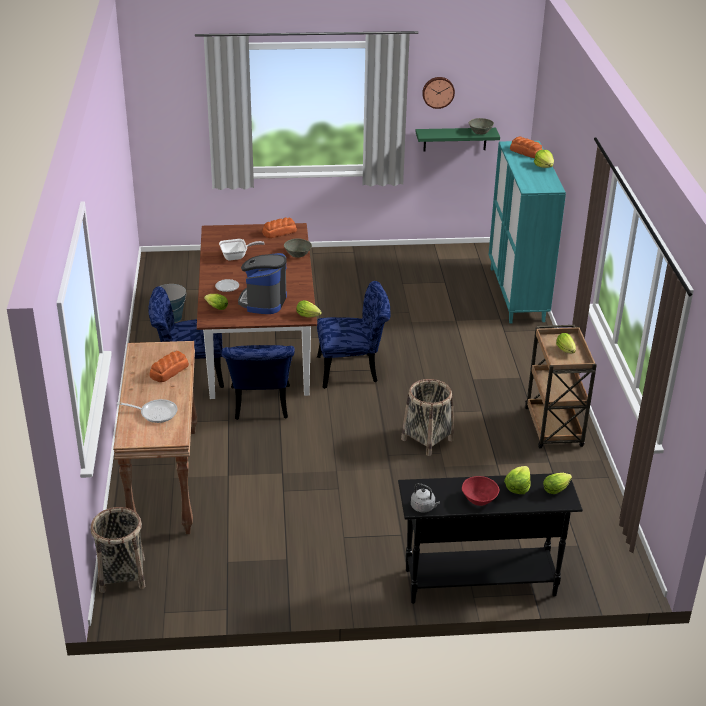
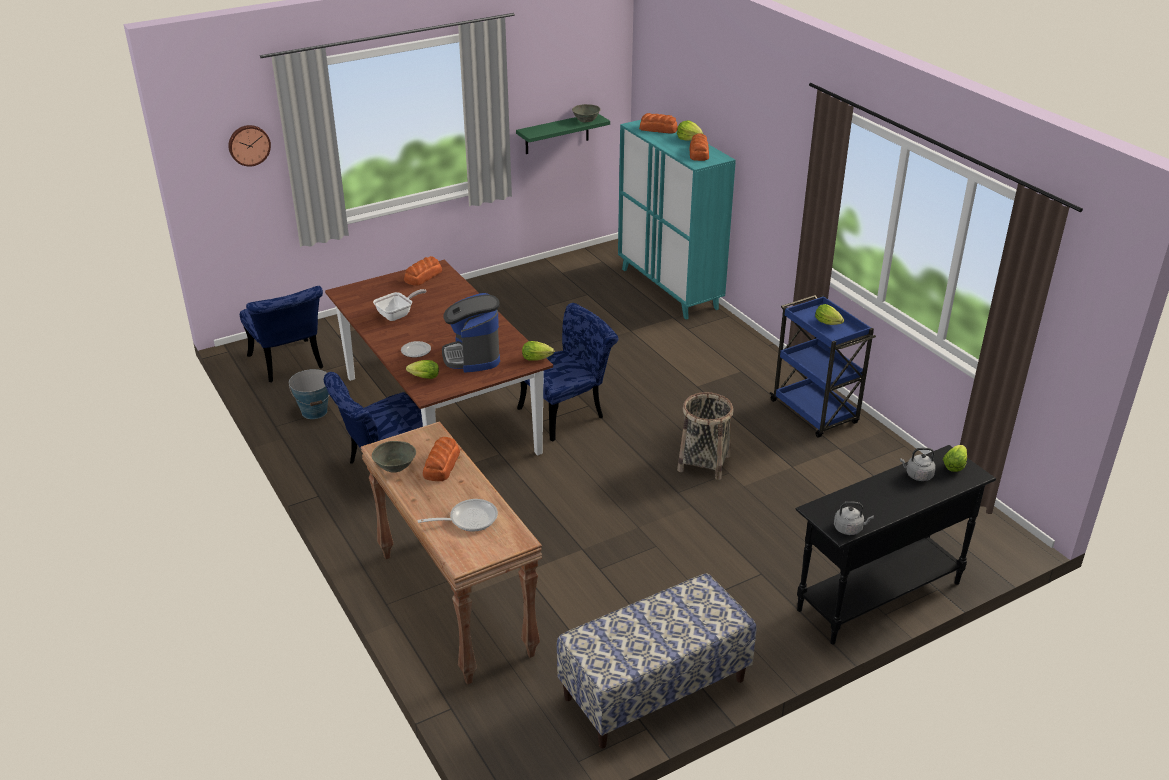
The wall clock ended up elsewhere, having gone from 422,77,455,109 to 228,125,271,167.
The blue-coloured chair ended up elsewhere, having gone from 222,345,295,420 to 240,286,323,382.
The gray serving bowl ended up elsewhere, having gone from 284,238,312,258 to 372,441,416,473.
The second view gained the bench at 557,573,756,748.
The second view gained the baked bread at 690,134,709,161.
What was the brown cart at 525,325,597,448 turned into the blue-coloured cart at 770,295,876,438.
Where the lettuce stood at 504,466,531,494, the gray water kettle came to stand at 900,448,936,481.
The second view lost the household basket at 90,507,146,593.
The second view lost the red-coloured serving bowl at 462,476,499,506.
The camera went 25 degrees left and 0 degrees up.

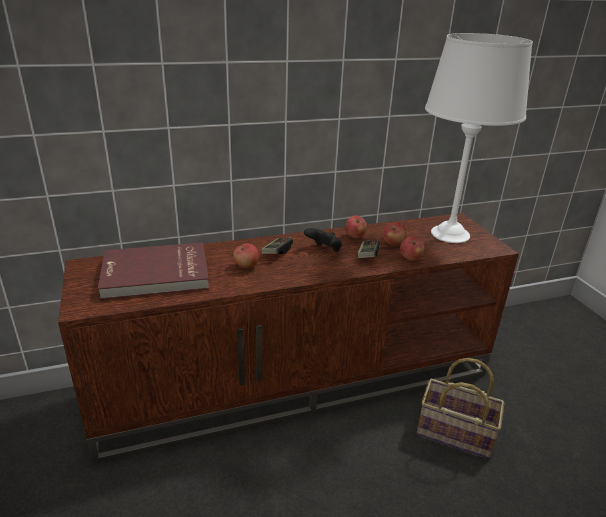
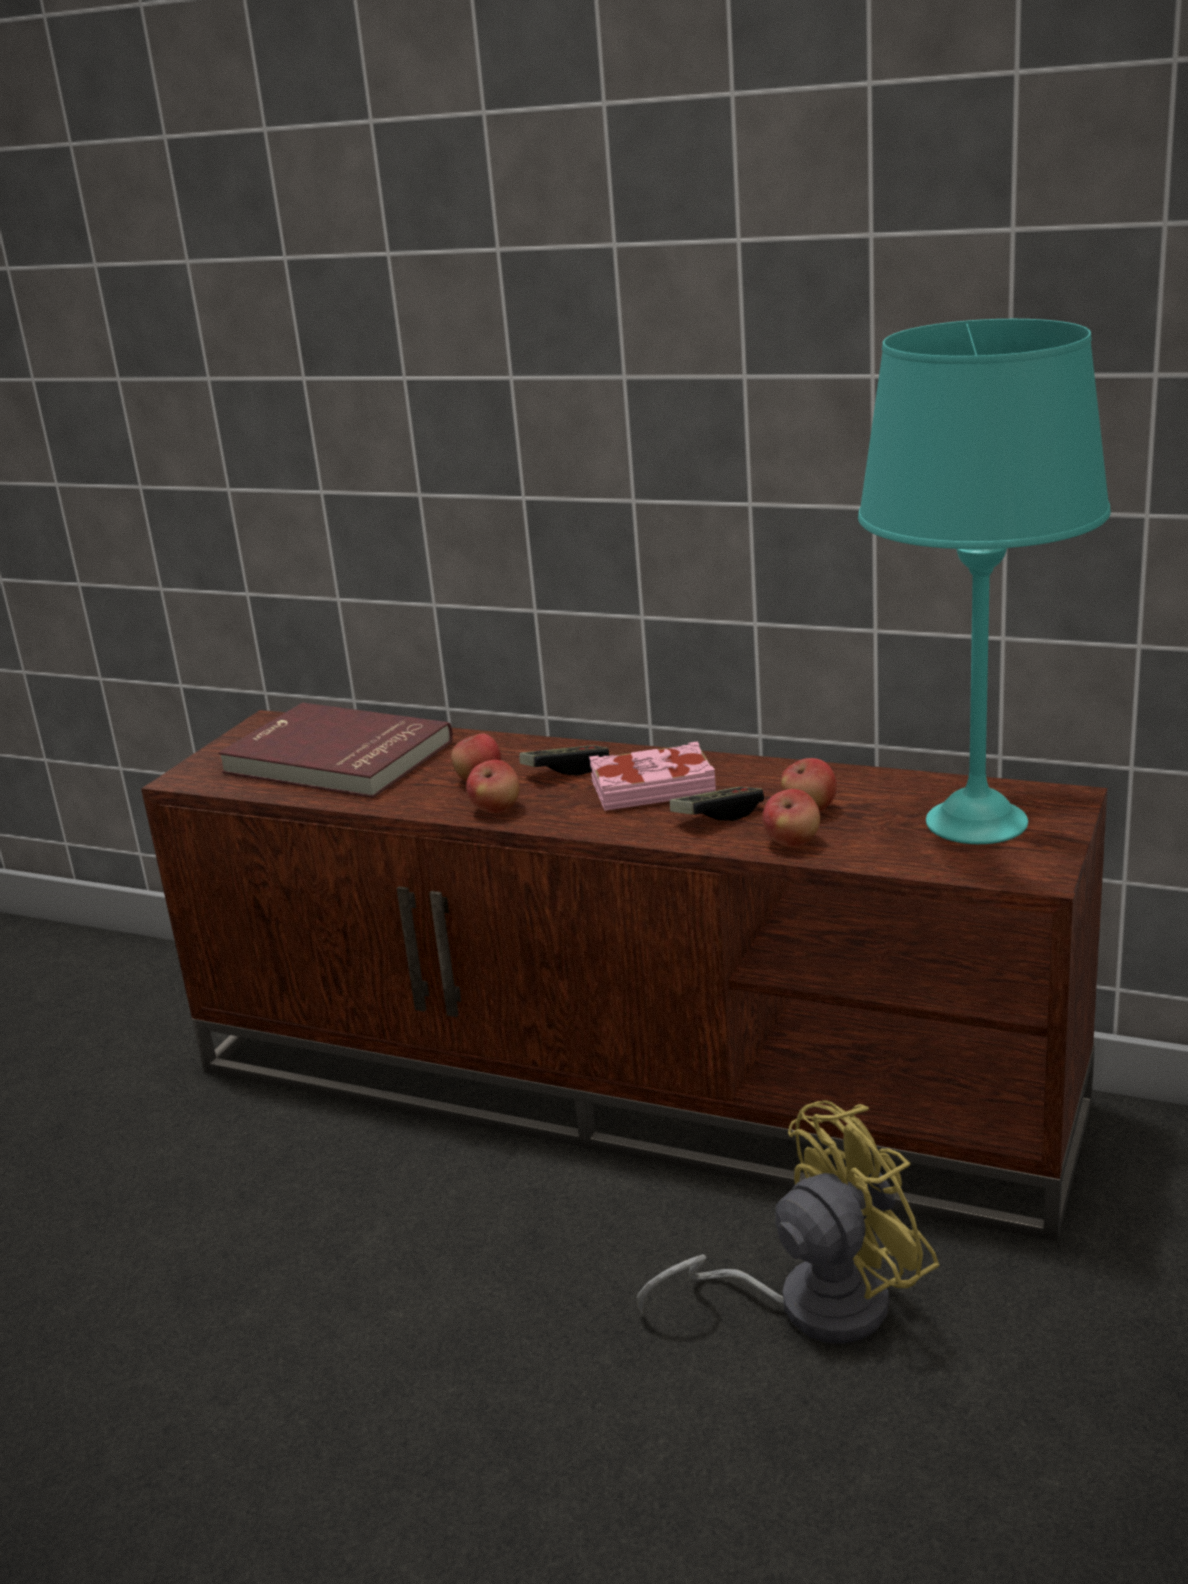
The apple ended up elsewhere, having gone from 345,216,367,238 to 466,760,520,813.
Where the blackish joypad stood at 304,228,342,252, the pinkish book came to stand at 589,741,716,811.
Where the household basket stood at 417,358,504,459, the yellowish electric fan came to stand at 637,1100,940,1344.
What was the white-coloured lamp for a table at 425,33,533,243 turned into the turquoise lamp for a table at 858,319,1111,844.
The camera went 45 degrees right and 5 degrees down.

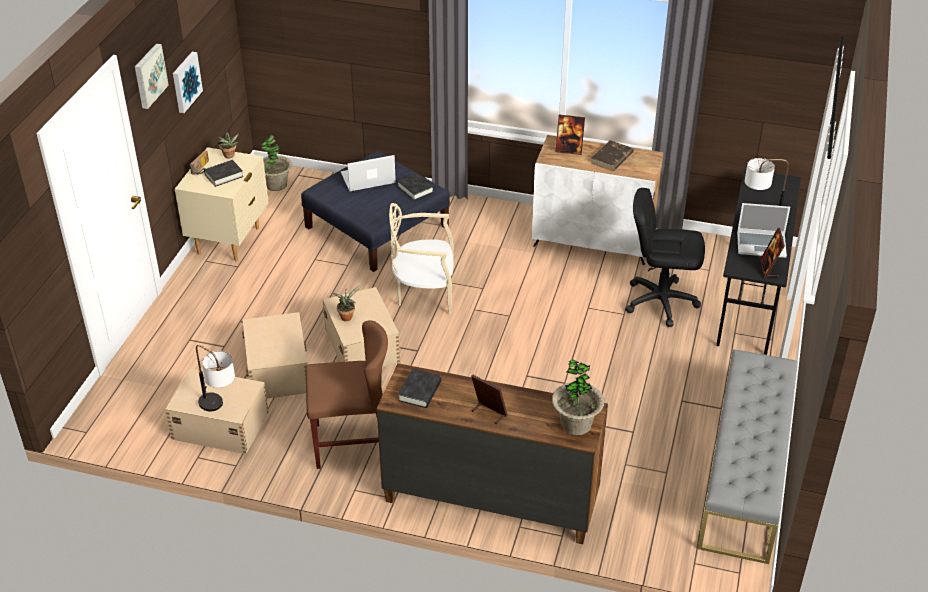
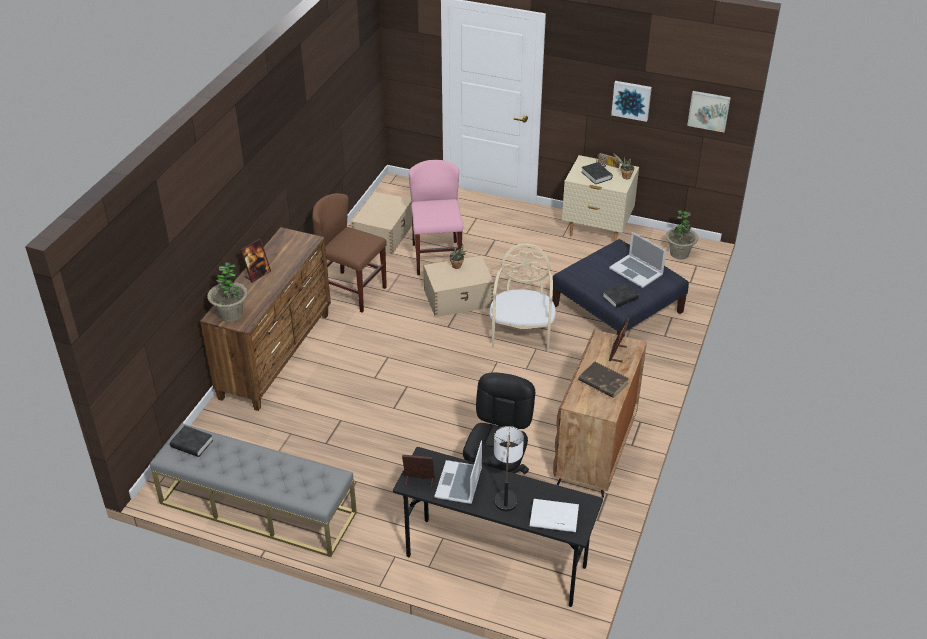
The blackish book ended up elsewhere, having gone from 398,369,441,408 to 170,426,213,457.
The brown chair at 306,320,388,469 ended up facing another way, 120 degrees clockwise from before.
Where the sand-coloured storage container stood at 242,312,307,399, the pinkish chair came to stand at 409,160,463,275.
The second view gained the white-coloured book at 530,499,579,532.
What was the white-coloured cupboard at 532,135,663,265 turned into the brown cupboard at 553,329,647,498.
The portable computer at 341,155,396,192 ended up facing another way, 150 degrees clockwise from before.
The wall art ended up elsewhere, having gone from 135,44,169,109 to 687,91,731,132.
The second view lost the lamp for a table at 196,345,235,411.
The camera went 95 degrees right and 0 degrees up.

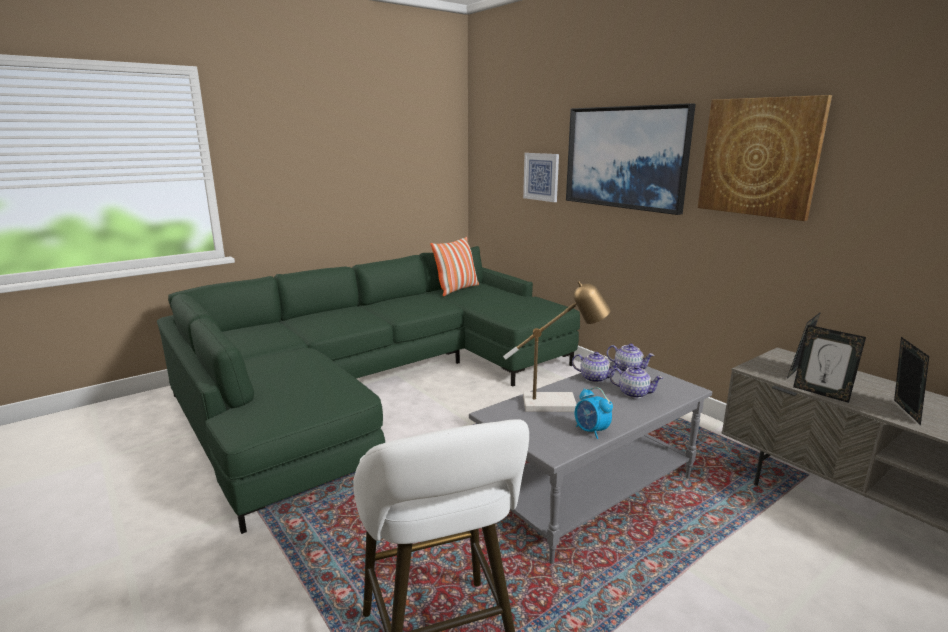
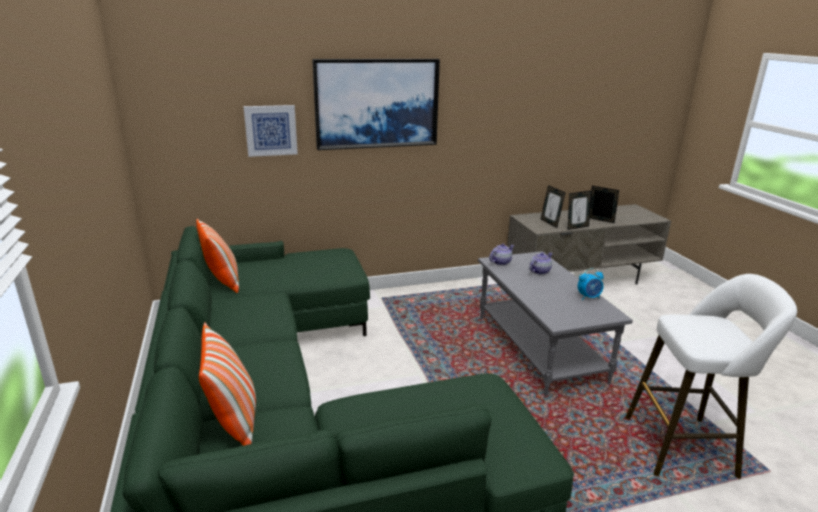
The second view gained the throw pillow at 199,323,256,446.
The second view lost the lamp for a table at 503,281,611,412.
The second view lost the pot for tea at 572,352,621,383.
The second view lost the wall art at 698,95,832,221.
The camera went 70 degrees left and 5 degrees up.

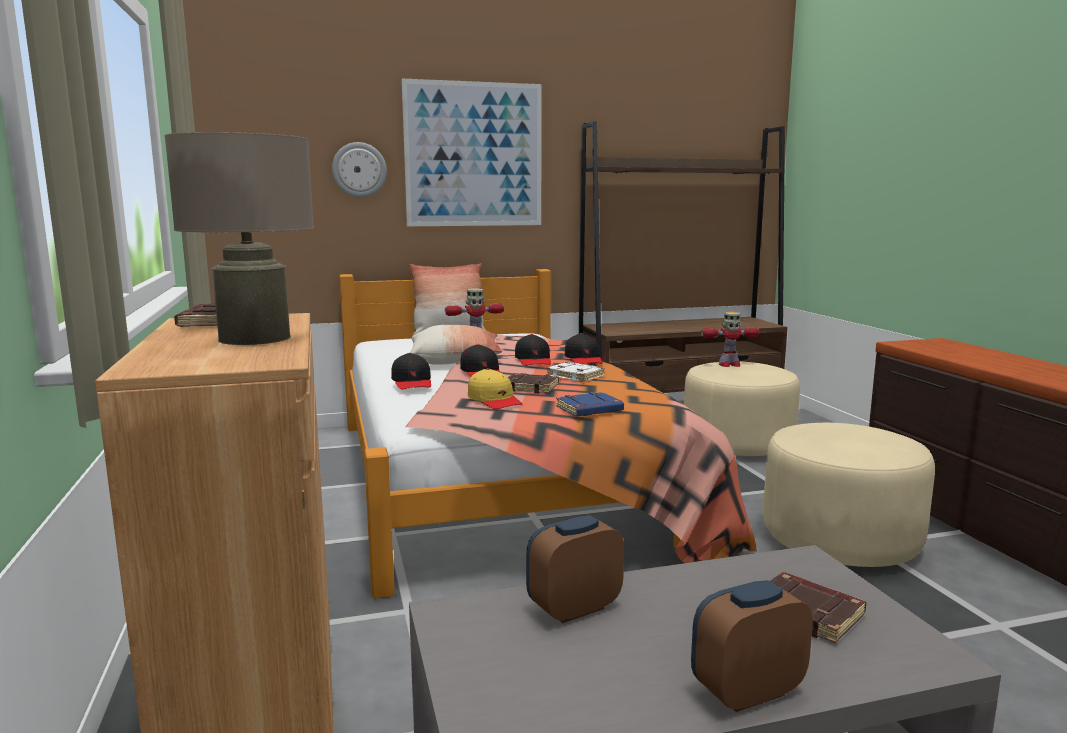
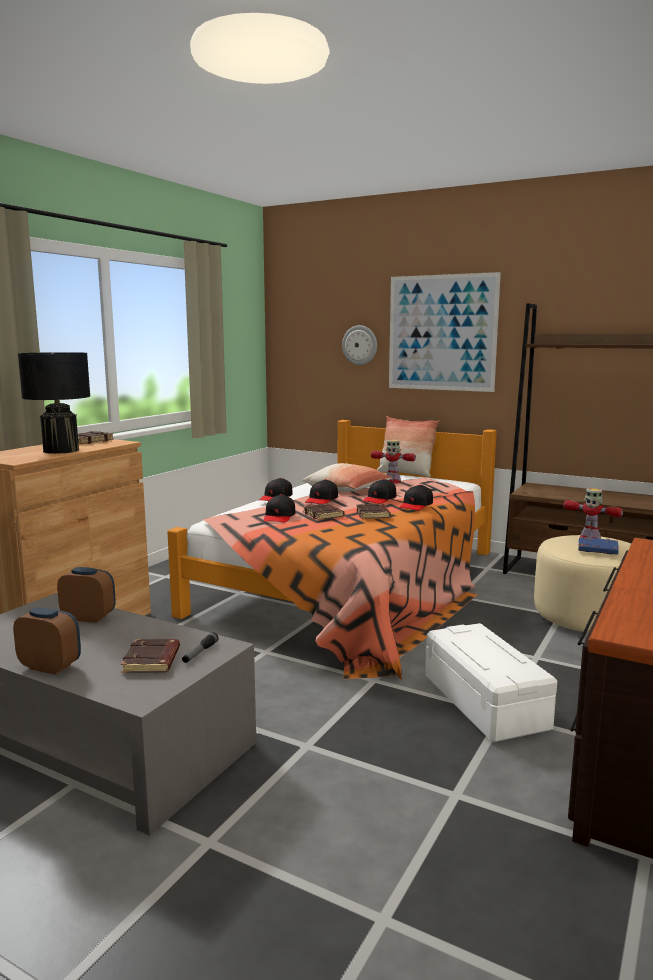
What was the sand-coloured lamp for a table at 164,132,314,345 turned into the blackish lamp for a table at 18,352,90,454.
The second view gained the hand torch at 182,632,218,663.
What was the yellowish baseball cap at 468,368,522,409 turned into the blackish baseball cap at 264,494,295,523.
What was the white-coloured book at 546,362,605,382 turned into the brown book at 356,504,391,519.
Where the sand-coloured footrest stood at 763,423,935,567, the white-coloured storage container came to stand at 425,623,557,742.
The blue-coloured book ended up elsewhere, having gone from 556,392,624,416 to 578,537,619,555.
The camera went 45 degrees right and 0 degrees up.

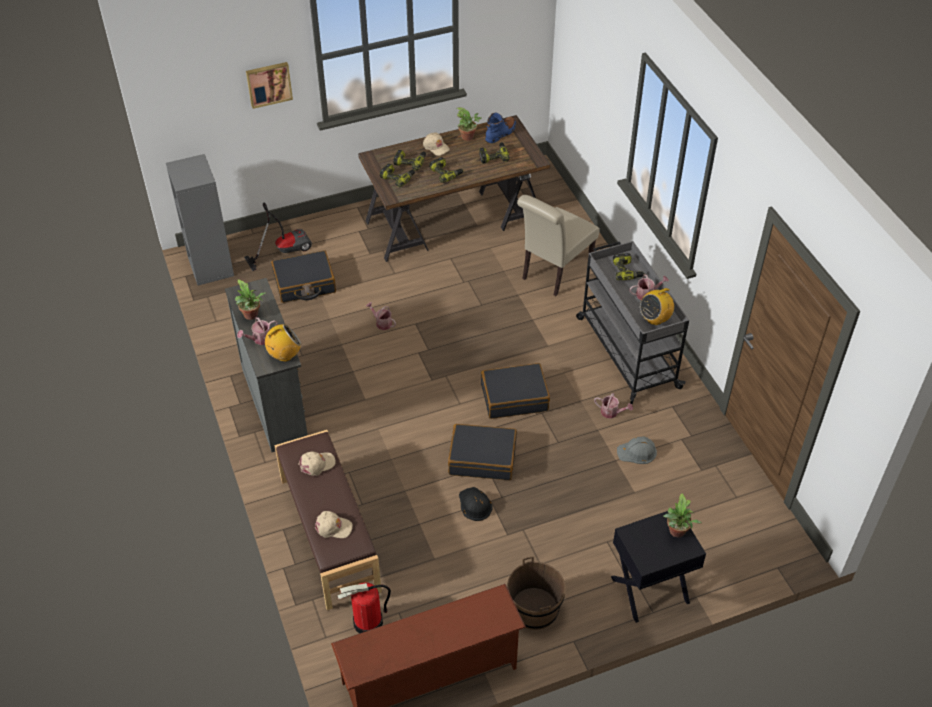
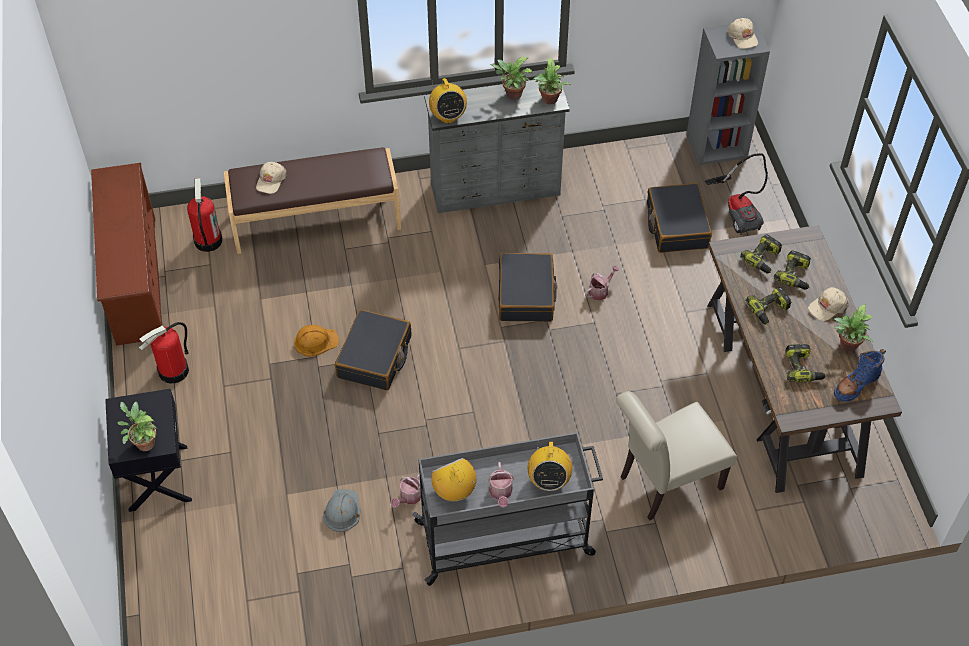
Where the brown pail stood at 507,556,566,630, the fire-fighting cylinder came to stand at 139,322,189,384.
What was the blackish safety helmet at 459,487,493,521 turned into the orange-coloured safety helmet at 294,325,339,357.
The blackish suitcase ended up elsewhere, having gone from 481,363,550,419 to 498,253,557,322.
Where the drill stood at 613,253,645,280, the radio came to stand at 528,442,572,491.
The second view gained the houseplant at 533,57,571,104.
The sand-coloured chair at 517,195,600,296 ended up facing another way, 75 degrees counterclockwise from before.
The sand-coloured baseball cap ended up elsewhere, having gone from 298,452,335,476 to 728,18,758,49.
The blue-coloured boot at 485,112,516,143 ended up facing another way, 90 degrees clockwise from before.
The second view lost the watering pot at 237,317,278,345.
The second view lost the wall art at 246,62,293,109.
The camera went 100 degrees right and 5 degrees up.

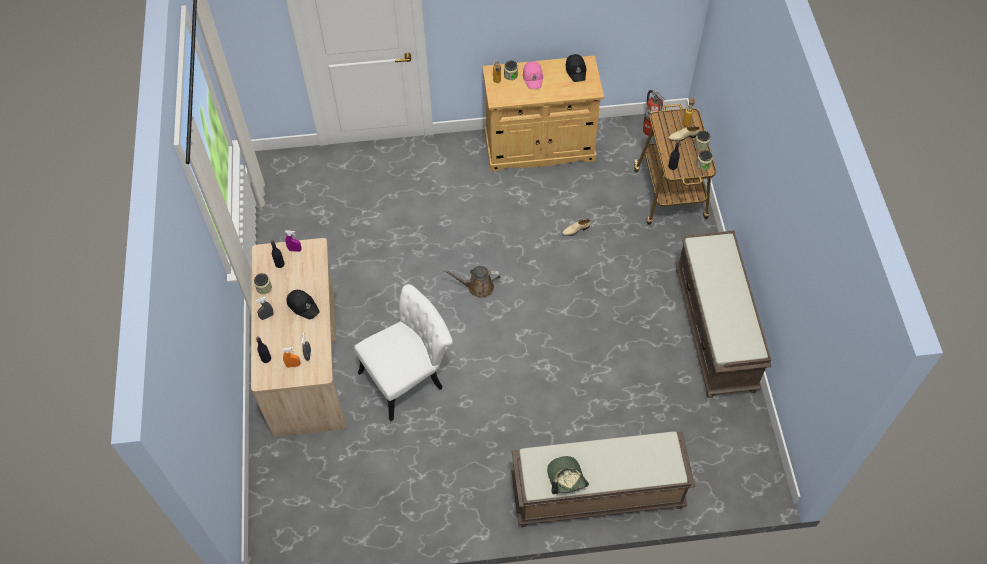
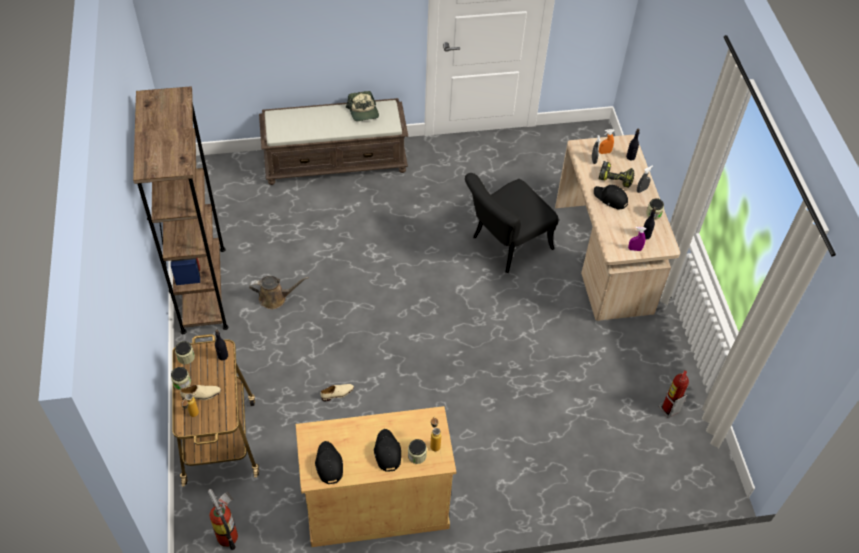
Where the brown bench stood at 675,231,771,398, the brown bookshelf came to stand at 133,86,229,334.
The brown watering pot ended up elsewhere, having gone from 443,266,500,298 to 249,276,309,309.
What was the pinkish baseball cap at 523,61,543,89 turned into the blackish baseball cap at 374,429,401,472.
What was the white-coloured chair at 354,284,453,421 turned into the blackish chair at 465,173,559,273.
The second view gained the drill at 598,161,634,188.
The second view gained the fire-fighting cylinder at 659,370,689,418.
The camera went 175 degrees right and 5 degrees down.

